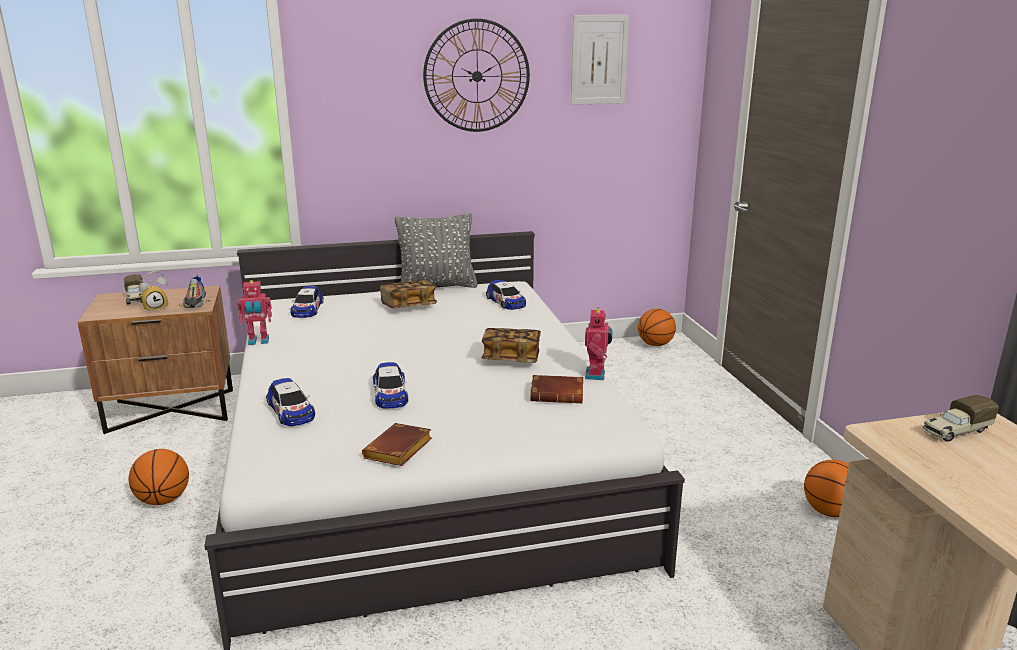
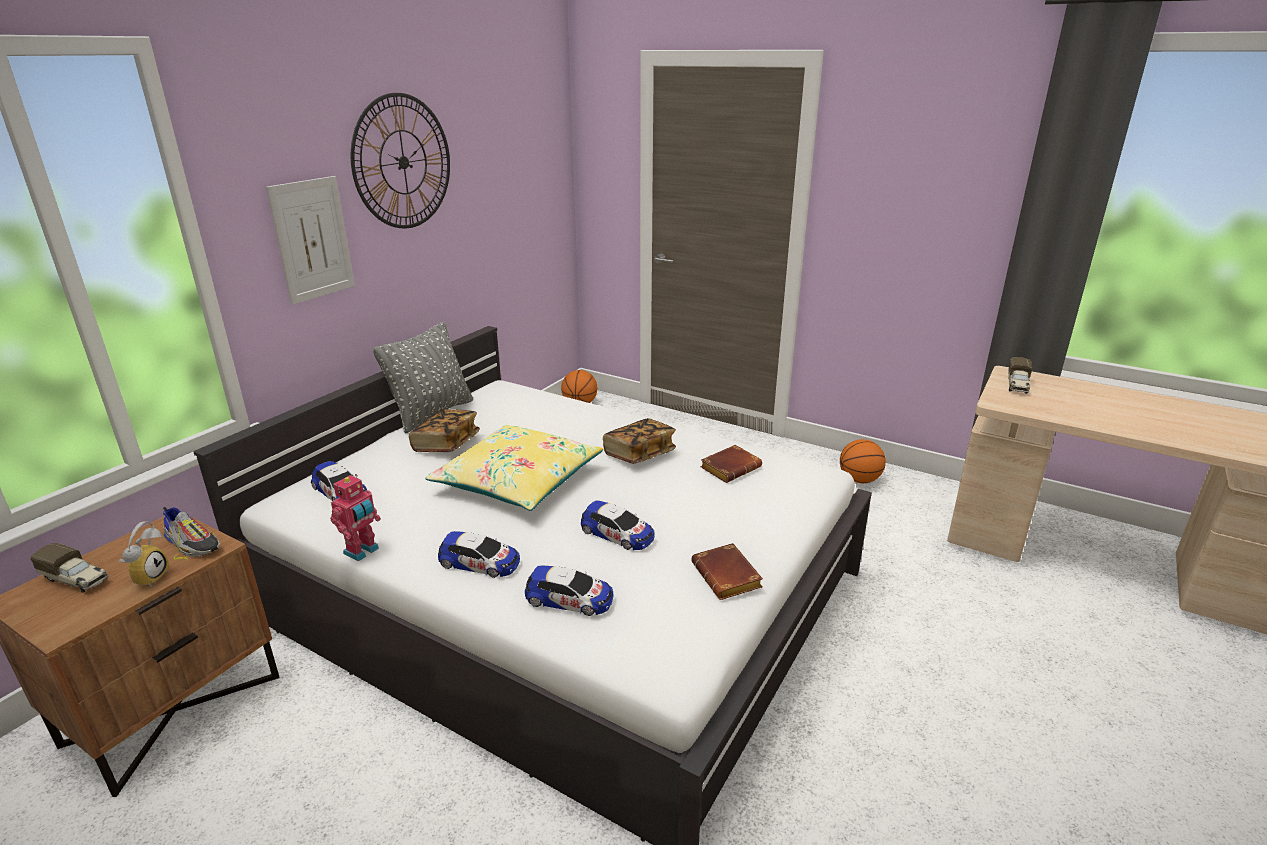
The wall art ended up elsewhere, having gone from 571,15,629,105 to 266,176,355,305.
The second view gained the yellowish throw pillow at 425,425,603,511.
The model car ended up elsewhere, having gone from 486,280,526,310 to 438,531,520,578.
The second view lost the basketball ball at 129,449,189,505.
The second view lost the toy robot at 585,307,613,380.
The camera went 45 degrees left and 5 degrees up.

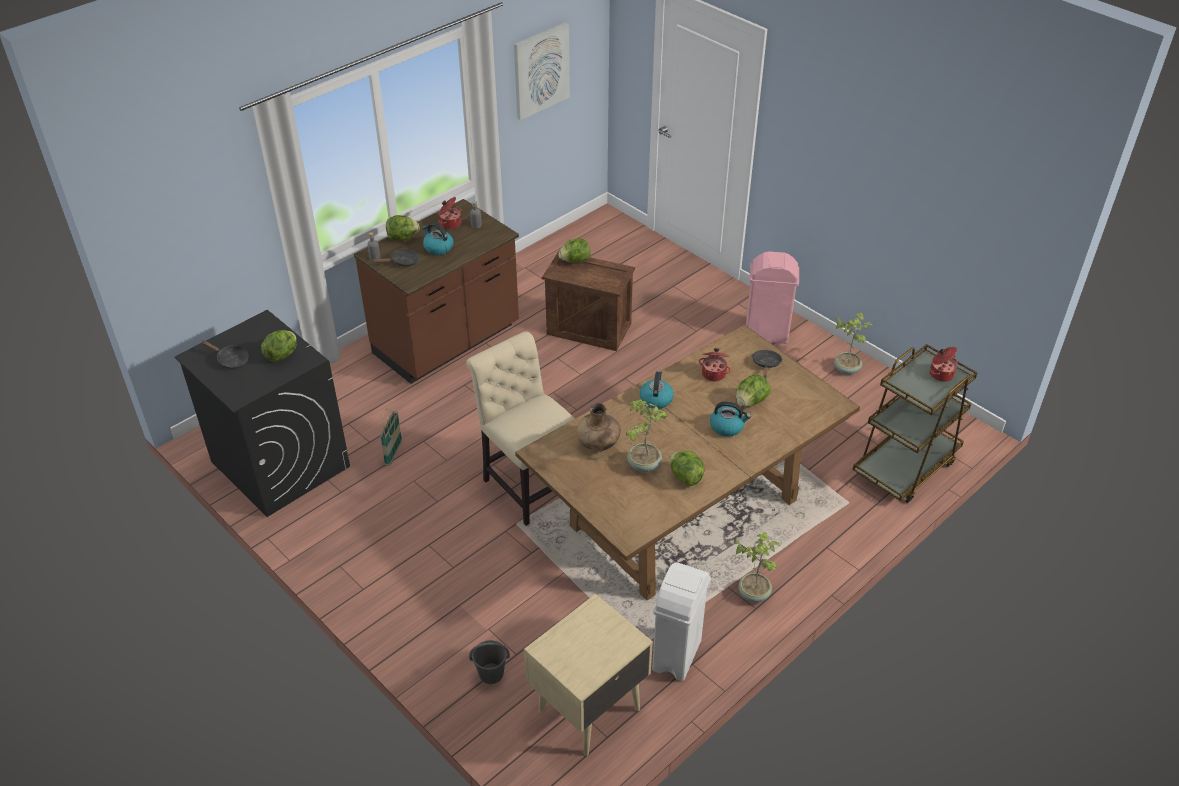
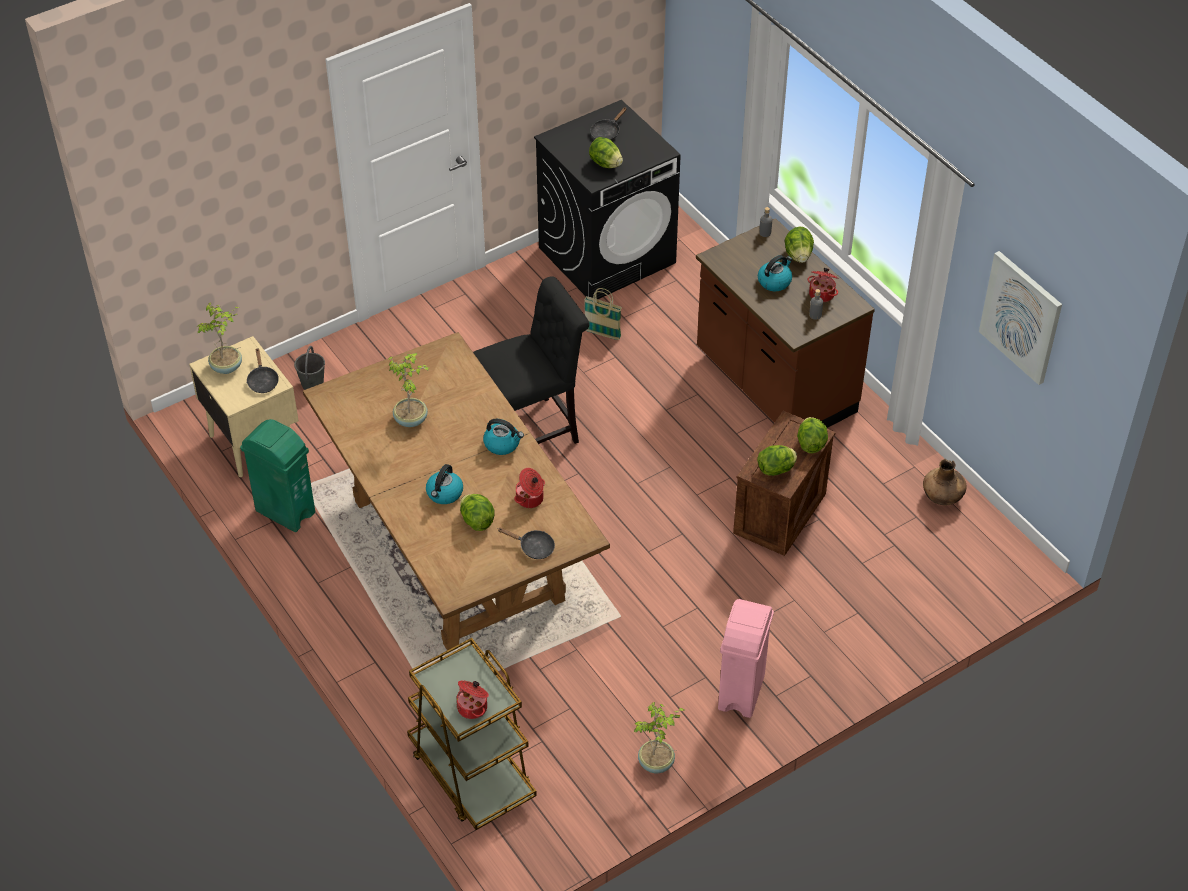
The houseplant ended up elsewhere, having gone from 734,532,781,603 to 198,302,242,374.
What was the white-coloured trash can at 652,562,710,681 turned into the green trash can at 240,419,315,532.
The blackish pan ended up elsewhere, having gone from 371,249,419,266 to 247,348,279,393.
What was the sand-coloured chair at 466,331,575,526 turned into the blackish chair at 473,277,589,444.
The lettuce ended up elsewhere, having gone from 669,451,704,486 to 757,445,797,476.
The brown vase ended up elsewhere, having gone from 576,403,621,451 to 923,459,967,505.
The camera went 100 degrees right and 5 degrees up.

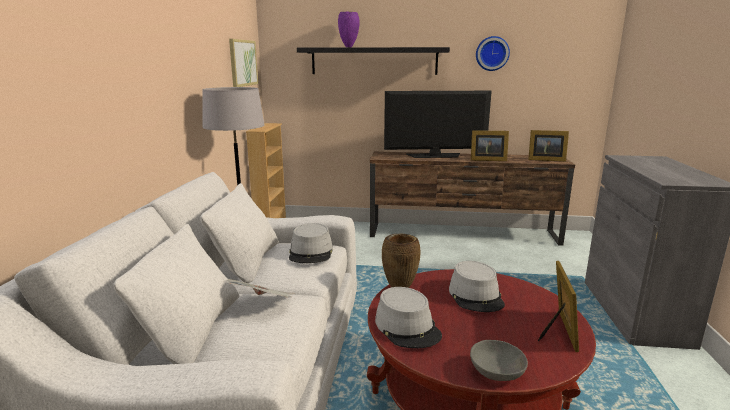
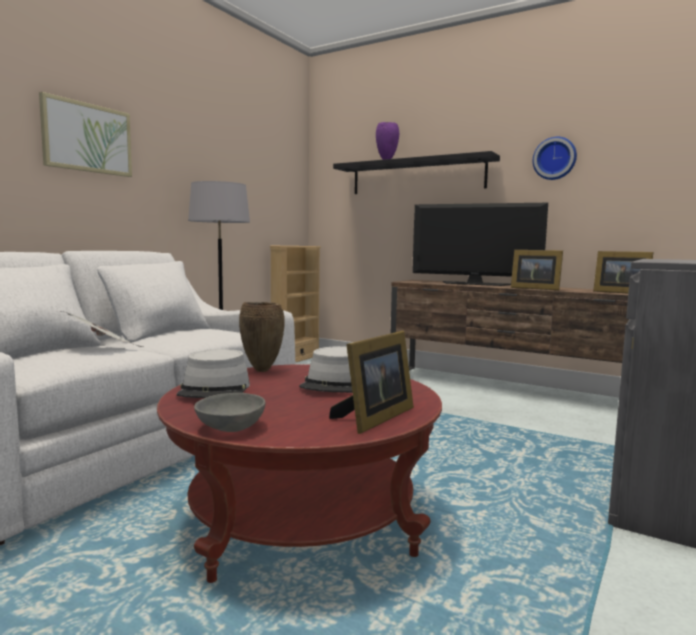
The wall art ended up elsewhere, having gone from 229,39,258,87 to 39,92,132,177.
The second view lost the gray wearable hat at 289,223,333,263.
The camera went 25 degrees right and 10 degrees down.

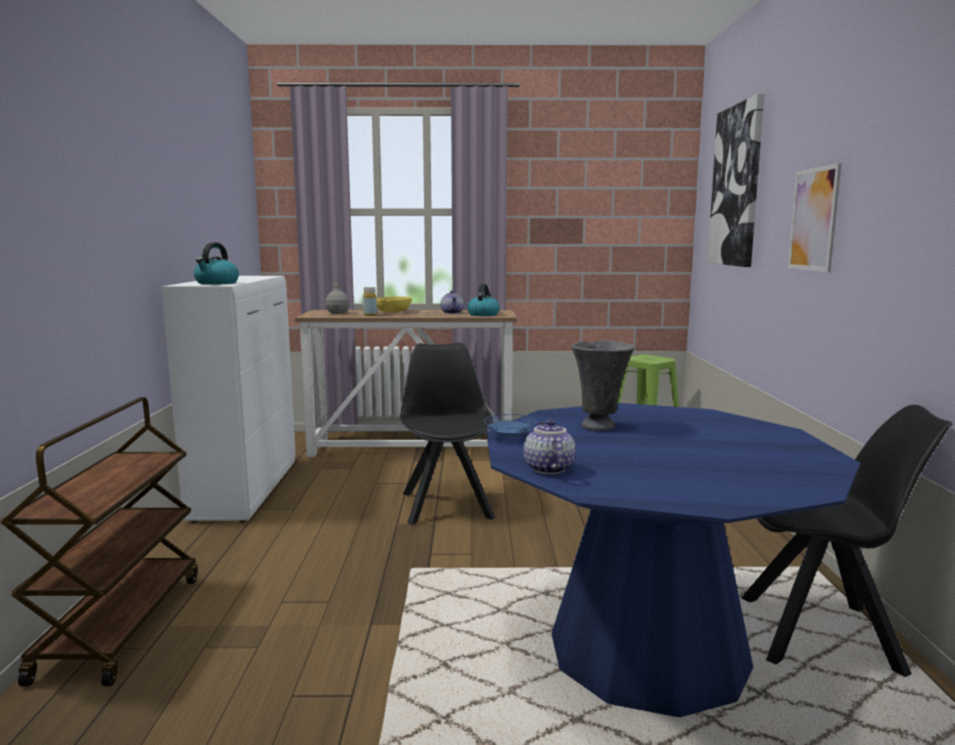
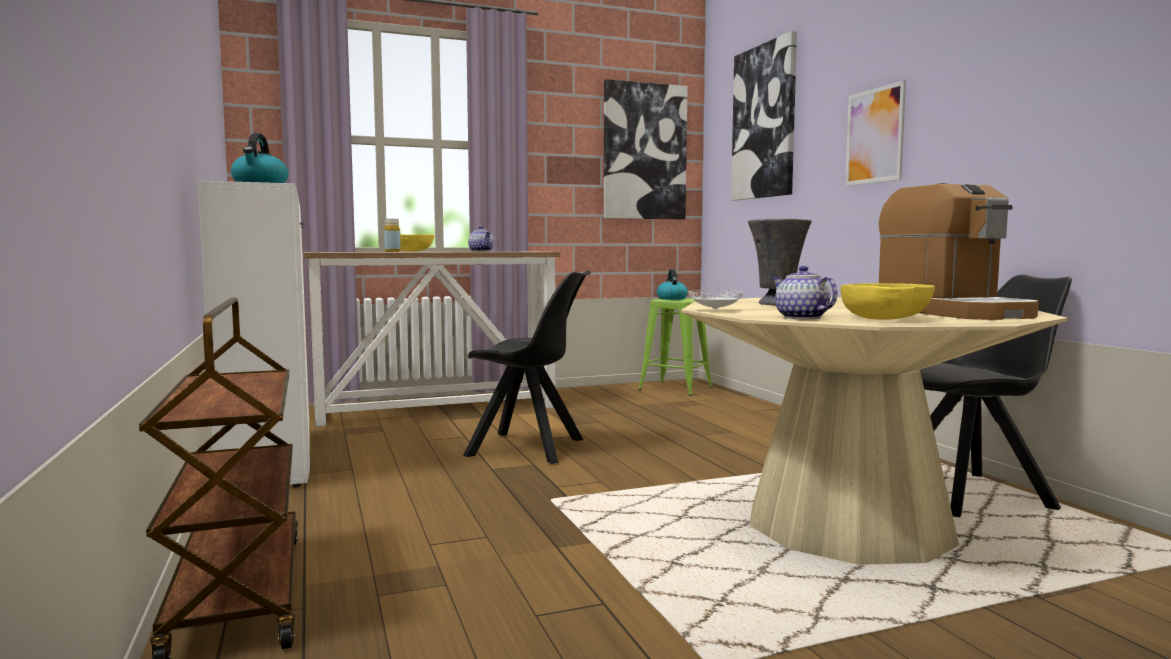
The blackish chair at 400,342,495,525 ended up facing another way, 135 degrees clockwise from before.
The second view gained the wall art at 604,79,688,219.
The water kettle ended up elsewhere, having gone from 467,284,500,316 to 657,269,688,300.
What was the blue-coloured dining table at 487,403,860,717 turned into the sand-coloured dining table at 681,297,1068,565.
What was the blue-coloured dinner plate at 484,414,537,438 turned into the white-coloured dinner plate at 688,290,744,310.
The second view gained the yellowish serving bowl at 841,283,935,320.
The second view gained the coffee brewer at 879,183,1039,320.
The second view lost the gray drink bottle at 325,283,350,314.
The camera went 20 degrees left and 5 degrees down.

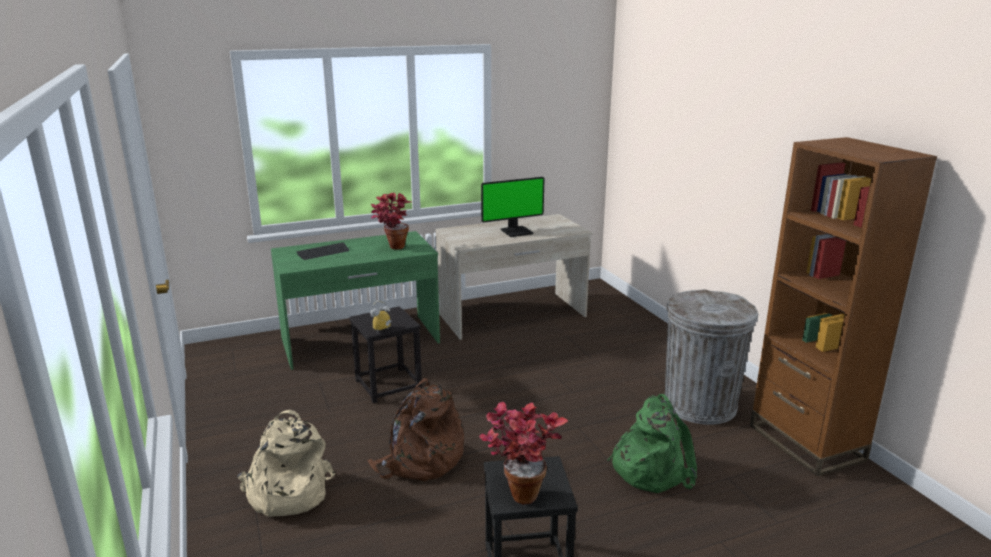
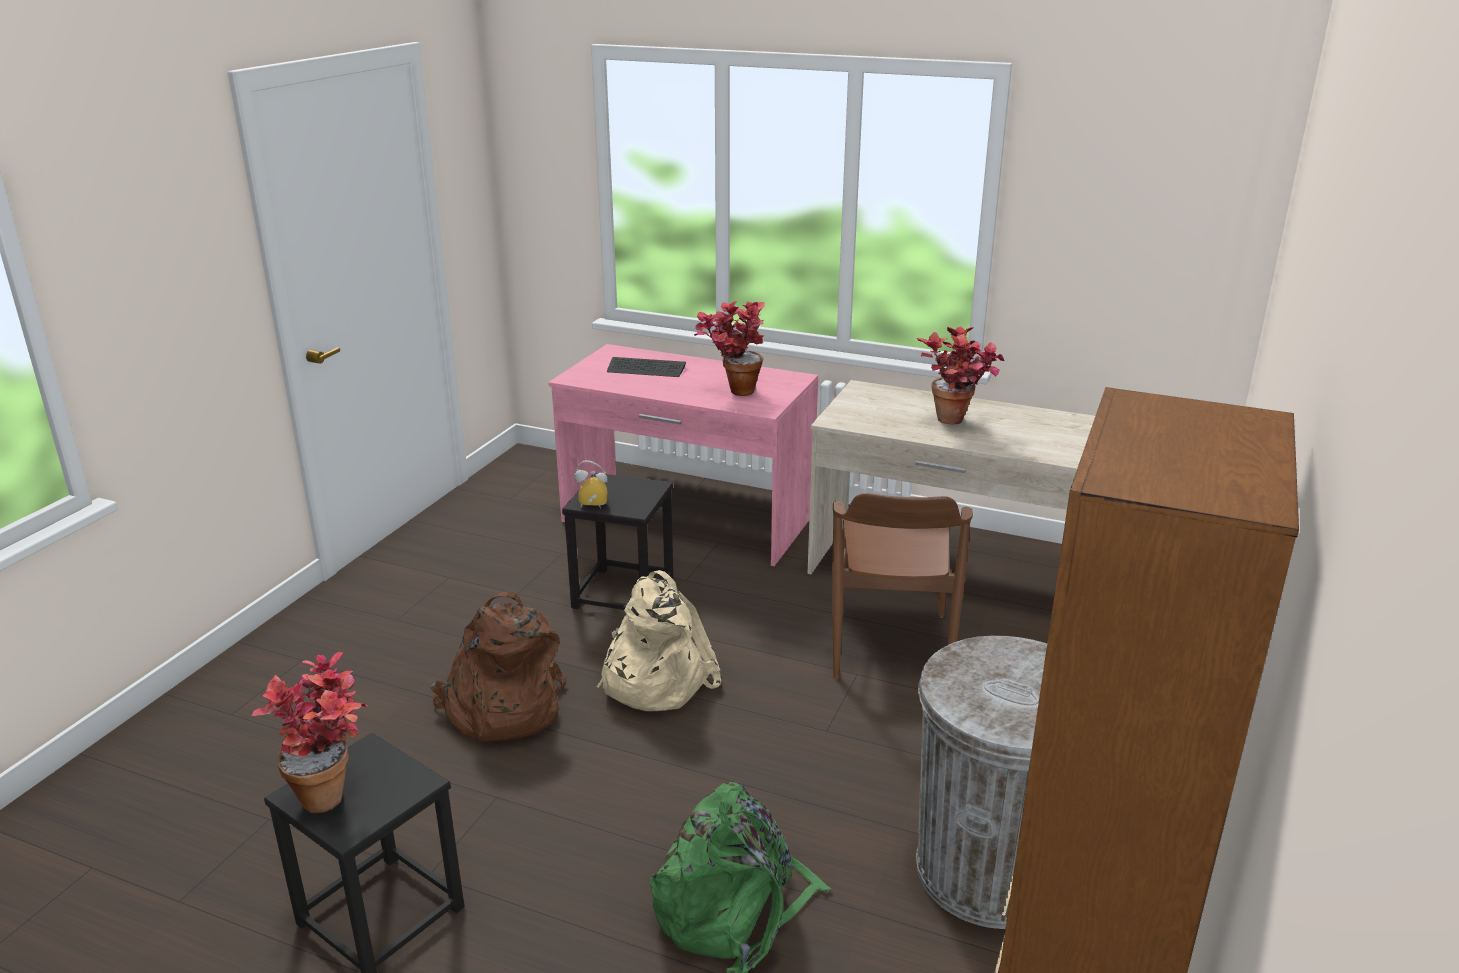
What was the green desk at 271,231,440,370 turned into the pinkish desk at 548,344,818,566.
The sand-coloured backpack ended up elsewhere, having gone from 237,410,335,517 to 597,570,721,711.
The second view gained the brown chair at 832,493,973,679.
Where the computer screen stood at 481,177,544,237, the houseplant came to stand at 917,326,1005,425.
The camera went 45 degrees right and 5 degrees up.

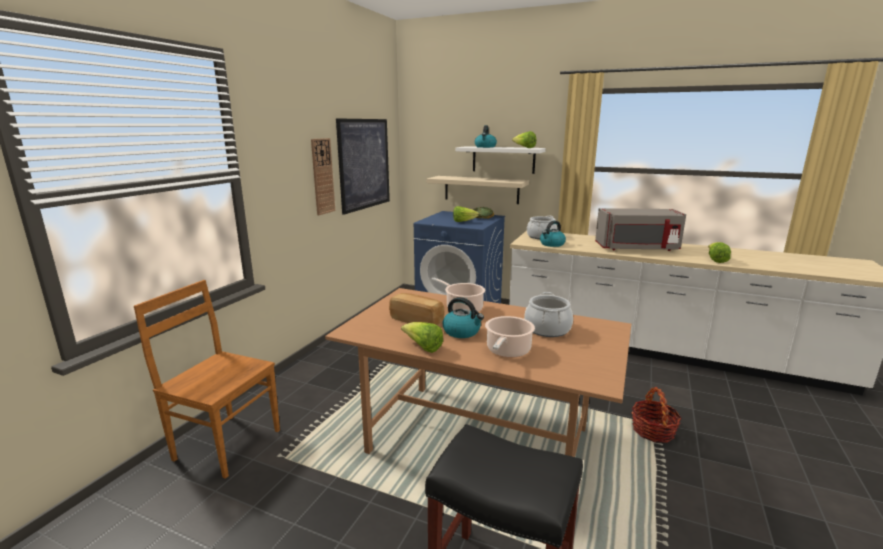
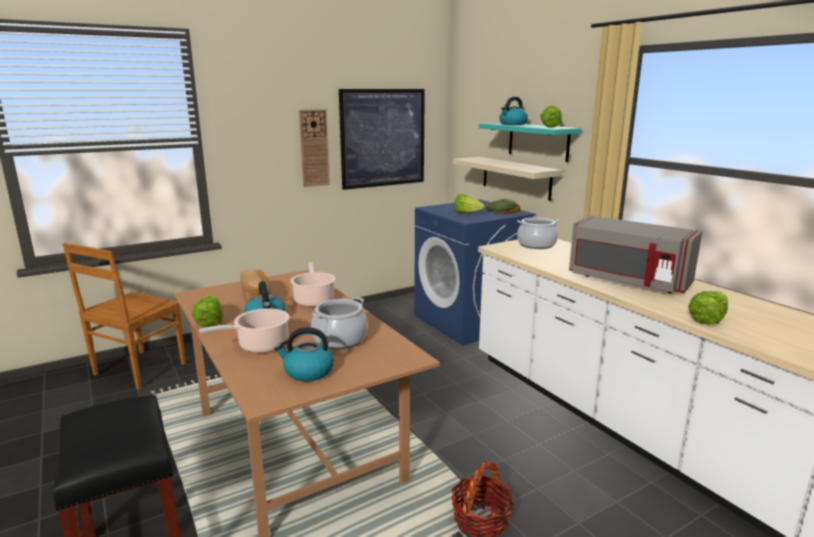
The brown chair at 134,280,280,479 ended up facing another way, 120 degrees counterclockwise from before.
The water kettle ended up elsewhere, having gone from 540,221,566,247 to 274,327,334,381.
What was the white-coloured shelf at 456,146,546,174 turned into the turquoise shelf at 479,123,581,162.
The camera went 35 degrees right and 0 degrees up.

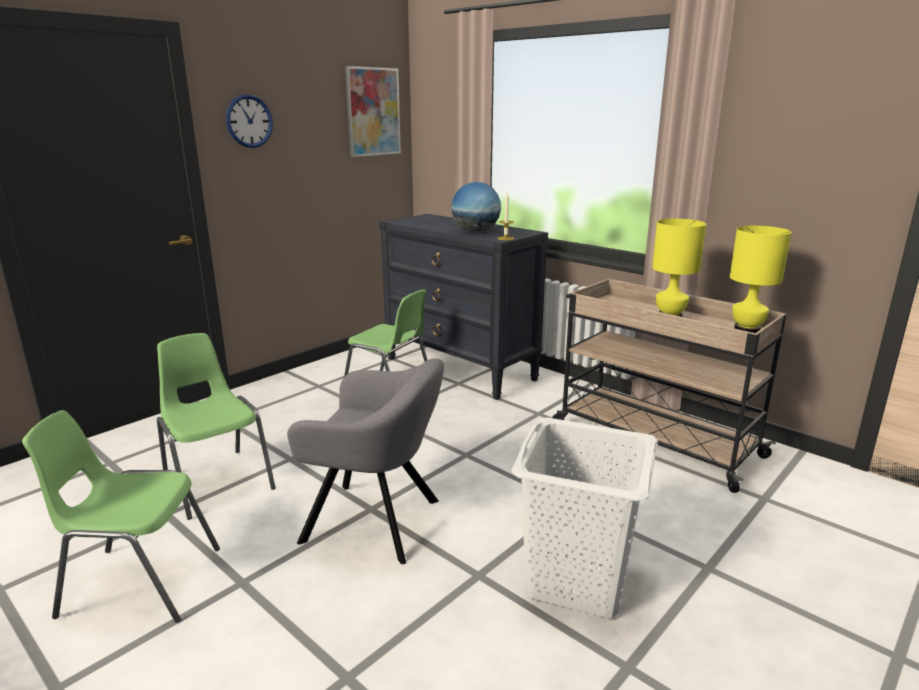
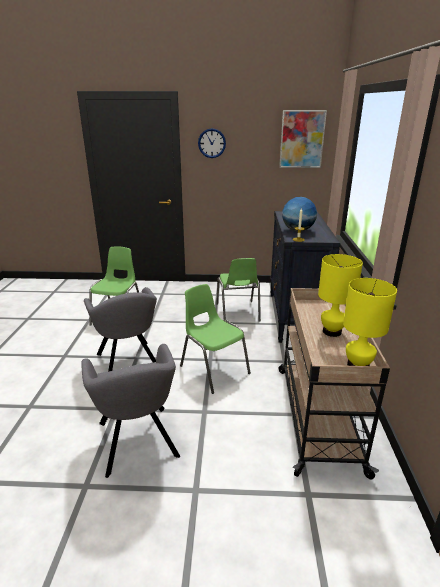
Where the white-coloured laundry basket stood at 511,417,658,619, the gray lounge chair came to stand at 81,344,180,478.
The green chair ended up elsewhere, having gone from 22,410,220,623 to 180,284,251,394.
The camera went 50 degrees right and 5 degrees up.

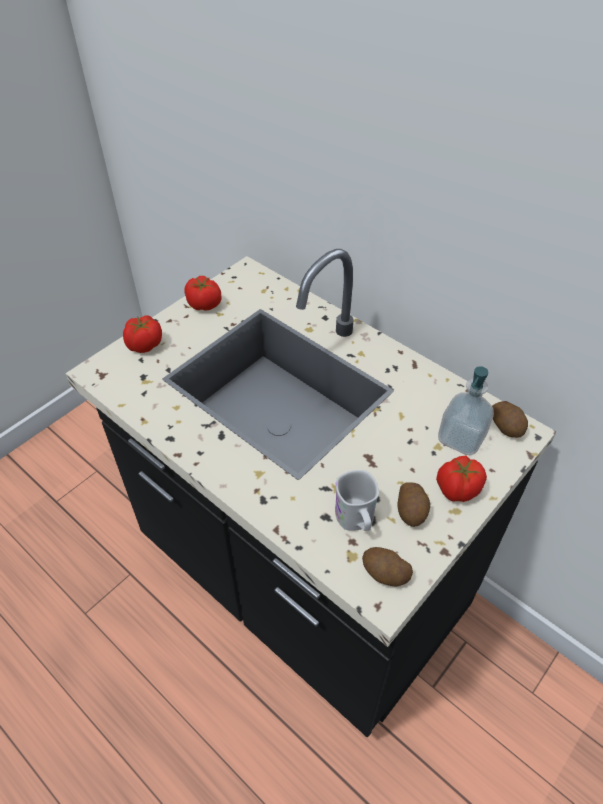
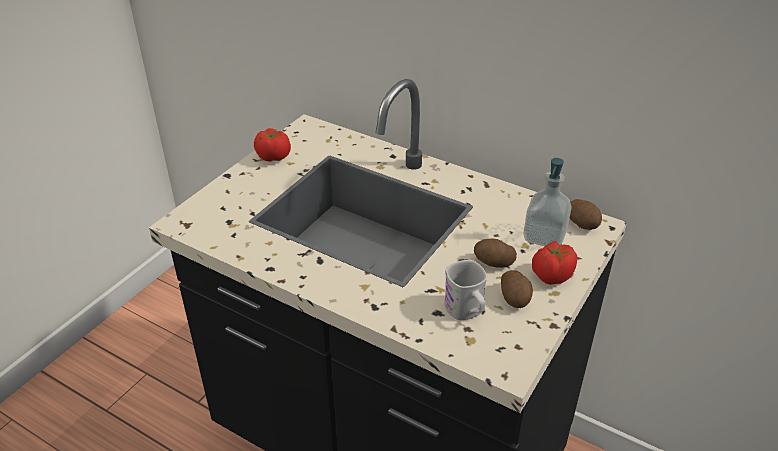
The whole potato ended up elsewhere, having gone from 362,547,413,587 to 474,239,517,268.
The second view lost the tomato at 123,316,162,353.
The camera went 10 degrees left and 10 degrees down.

